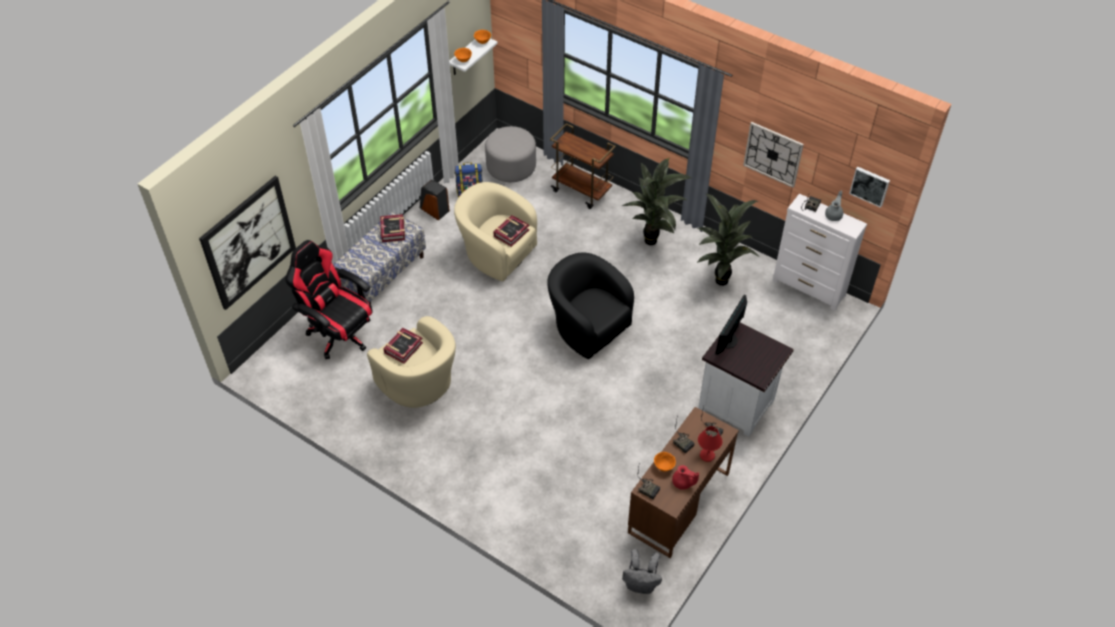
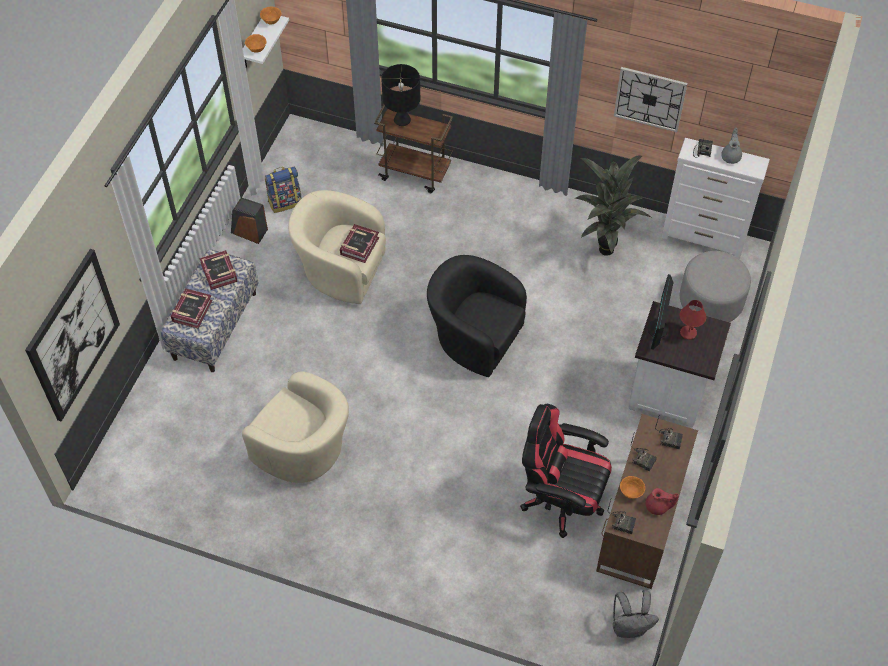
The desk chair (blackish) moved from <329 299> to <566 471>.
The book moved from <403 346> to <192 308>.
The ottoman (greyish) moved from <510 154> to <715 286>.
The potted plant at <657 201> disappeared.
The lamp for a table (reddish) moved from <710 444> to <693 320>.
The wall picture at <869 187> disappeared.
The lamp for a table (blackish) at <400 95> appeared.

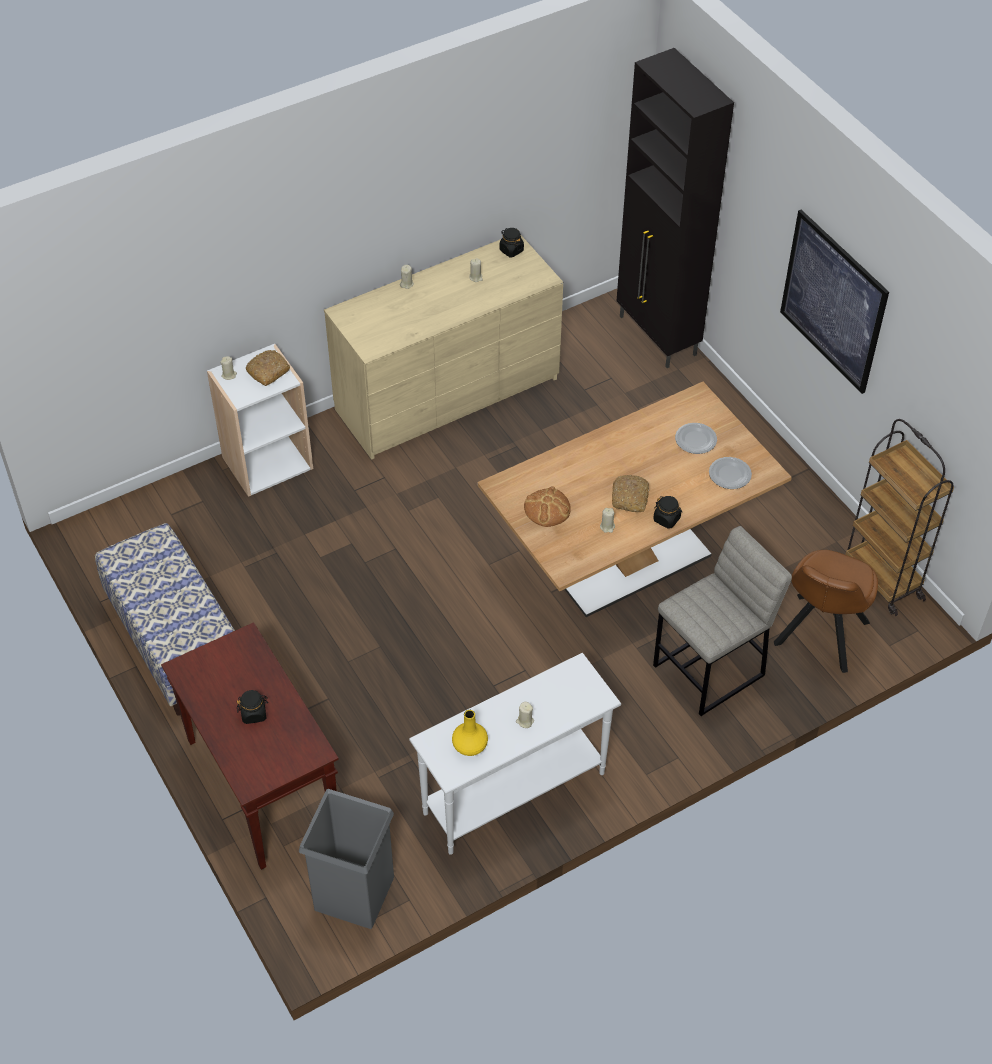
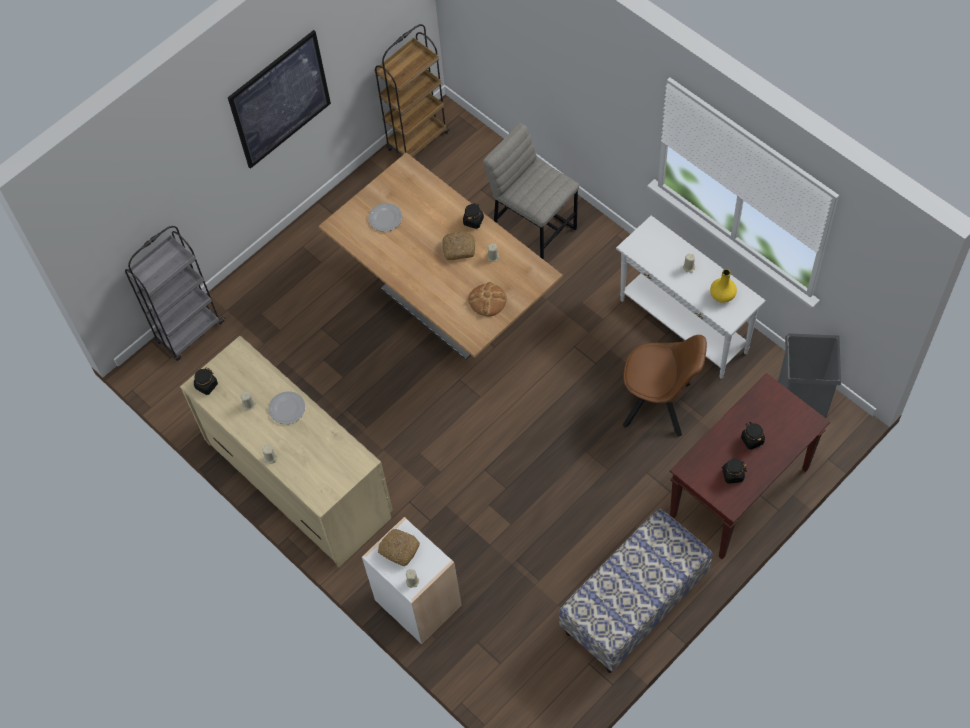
The cupboard (blackish) at <675 208> was replaced by the trolley (greyish) at <175 293>.
The plate moved from <730 473> to <287 407>.
The plain chair (brown-coloured) moved from <826 611> to <665 386>.
The storage jar (blackish) at <734 471> appeared.

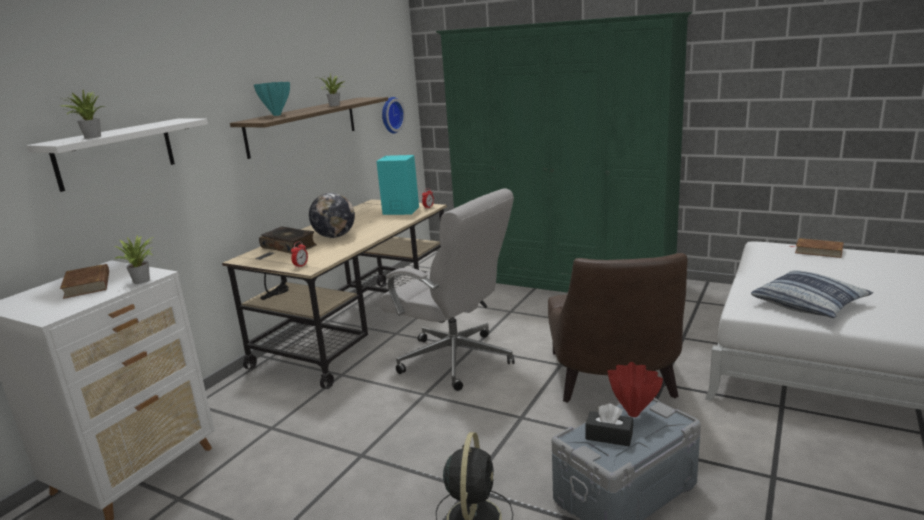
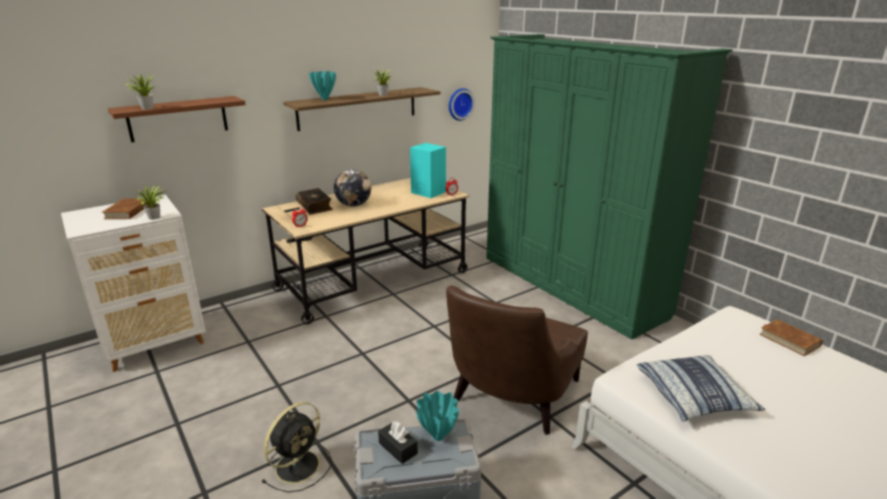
The bracket shelf (whitish) at <117 155> became the bracket shelf (brown-coloured) at <177 119>.
The desk chair (greyish) at <447 289> disappeared.
The vase (reddish) at <635 389> became the vase (turquoise) at <437 416>.

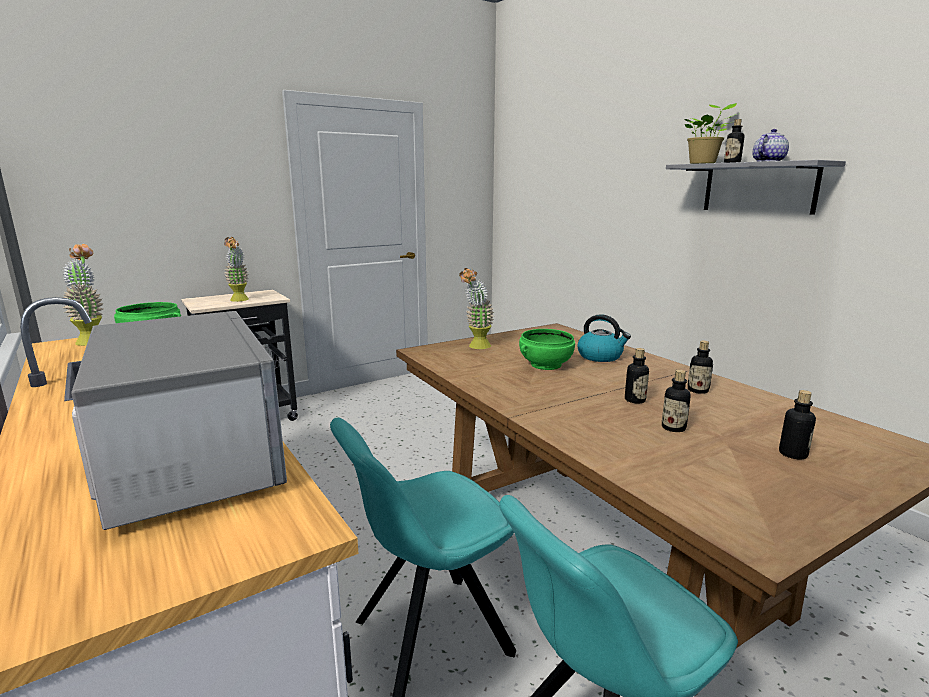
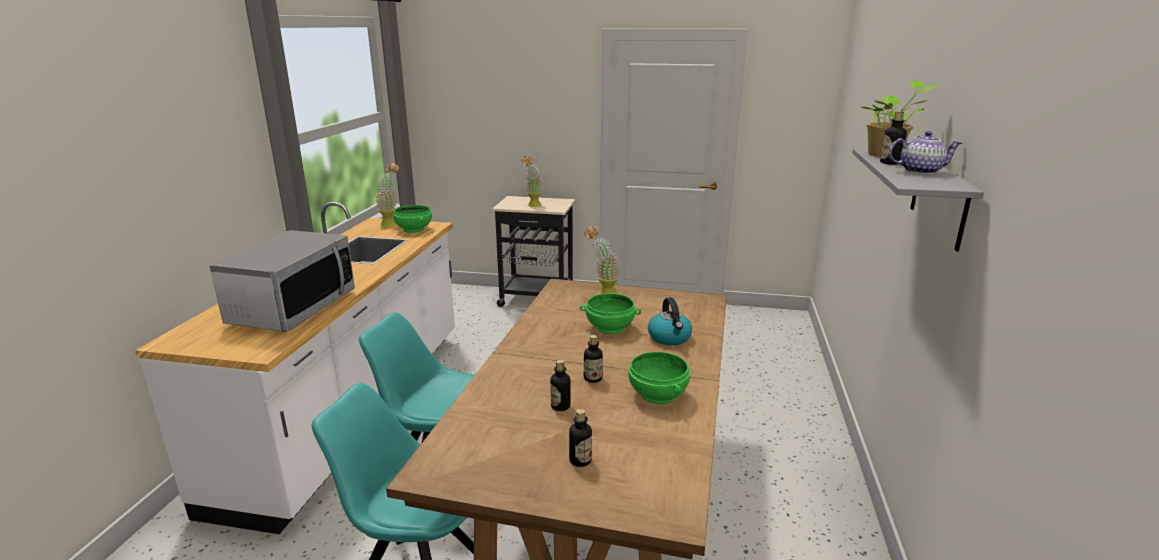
The bottle at <700 367> was replaced by the serving bowl (greenish) at <659 378>.

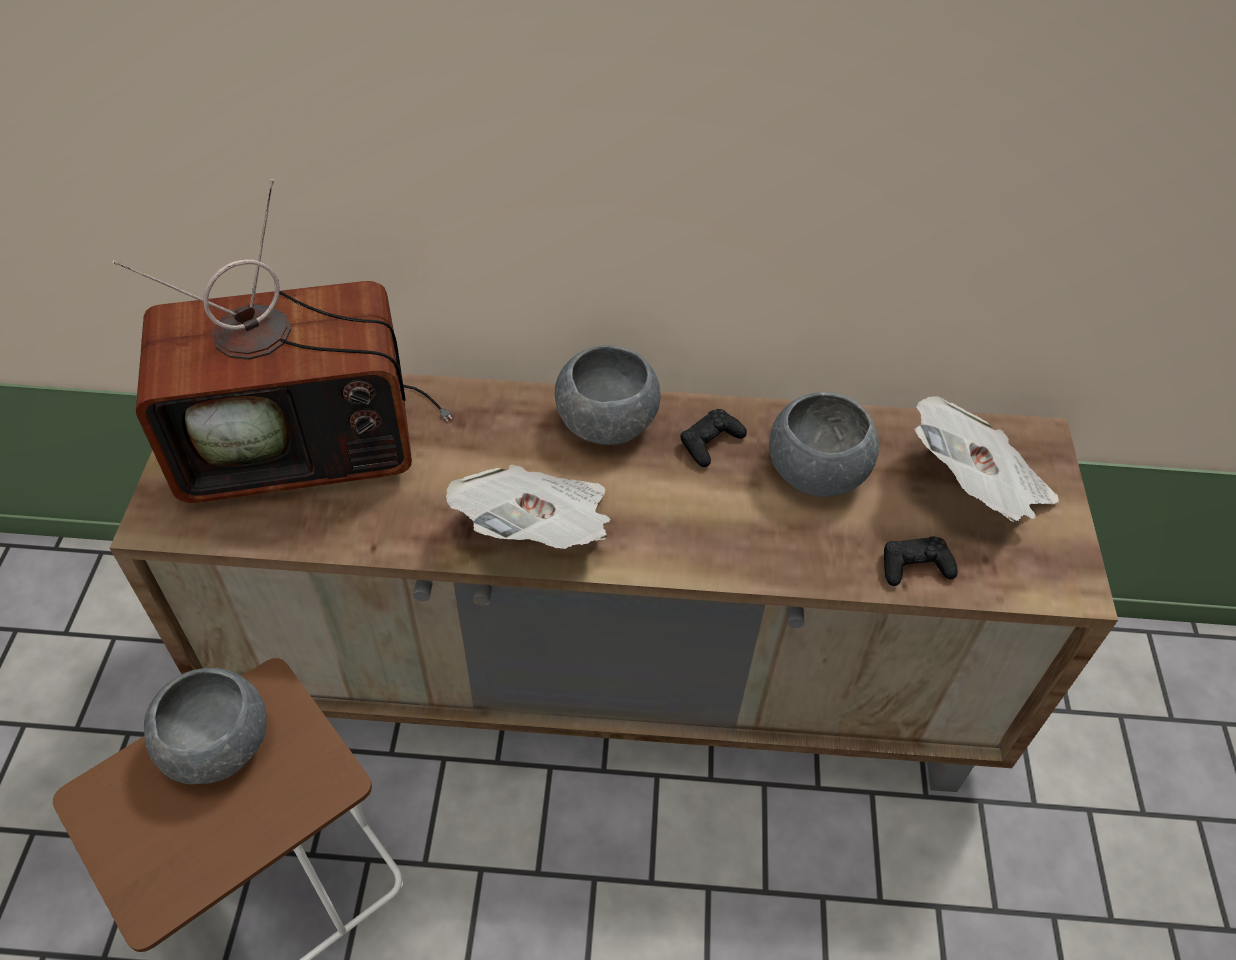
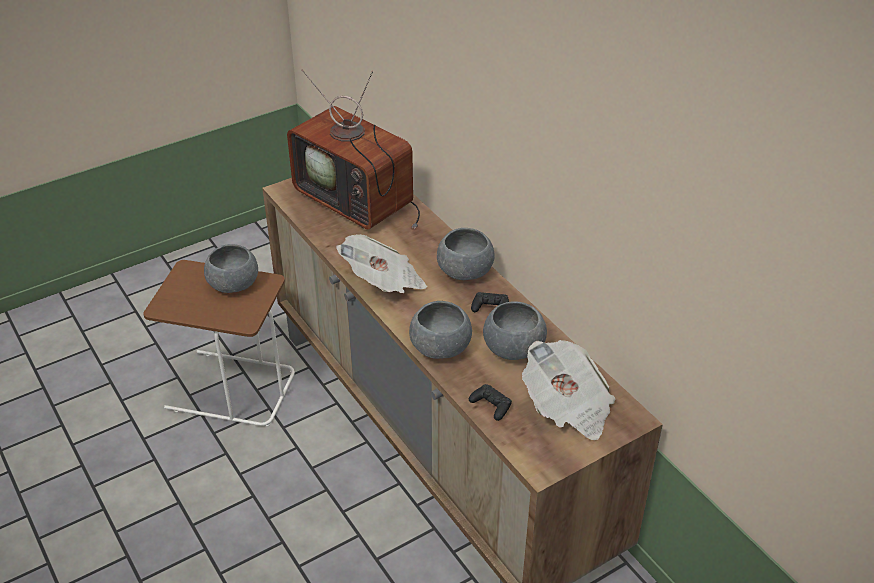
The serving bowl (greyish) at <440 330> appeared.

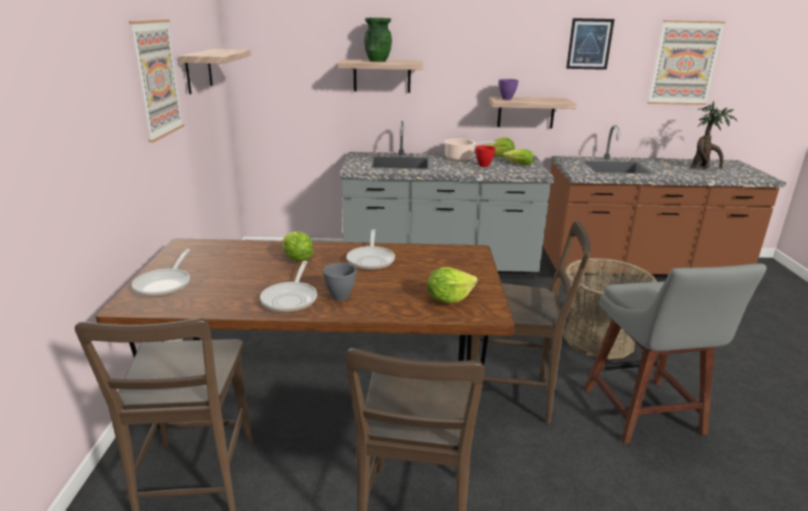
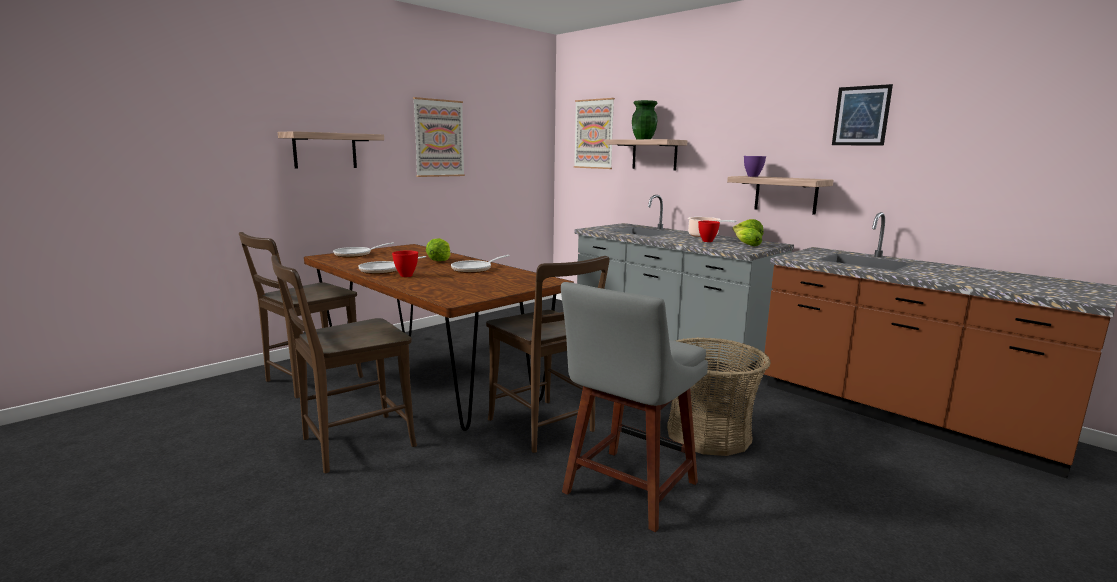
The bracket shelf moved from <215 71> to <331 150>.
The serving bowl (greyish) at <339 282> became the serving bowl (reddish) at <405 263>.
The lettuce at <452 285> disappeared.
The wall picture moved from <686 62> to <594 133>.
The potted plant at <714 134> disappeared.

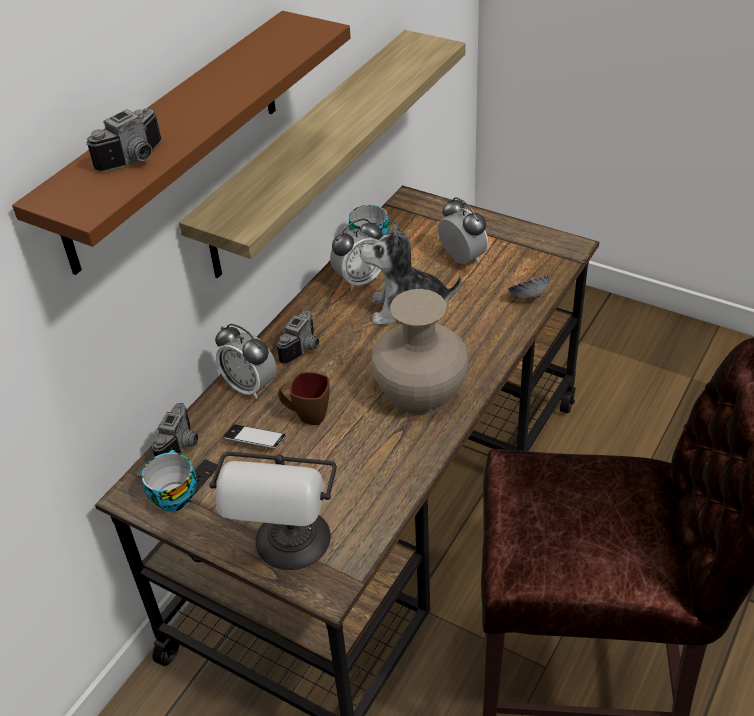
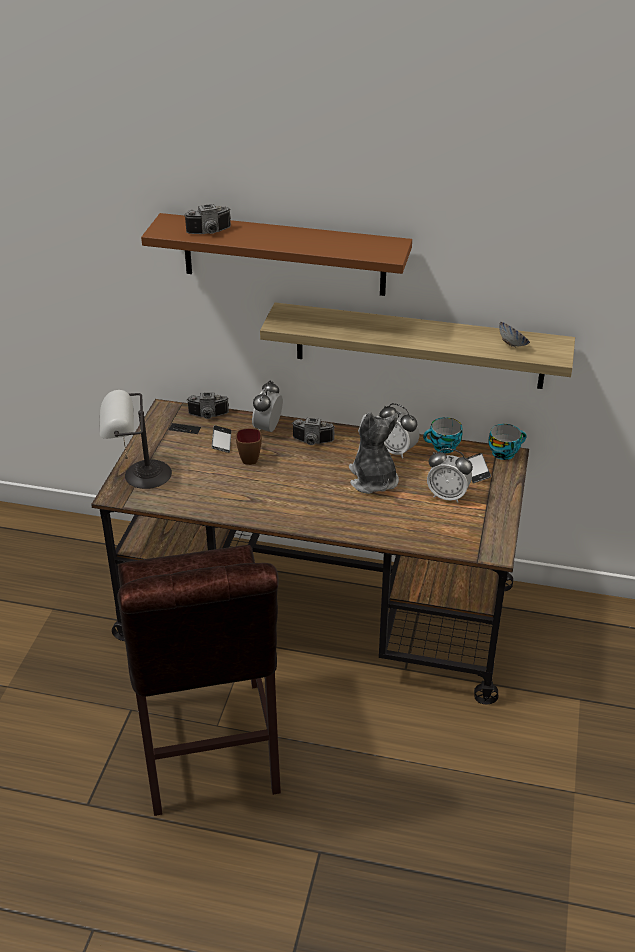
The still camera at <124 140> turned 45 degrees counterclockwise.
The small cup moved from <169 481> to <507 442>.
The vase (beige-coloured) at <420 352> disappeared.
The alarm clock at <463 230> turned 75 degrees clockwise.
The serving bowl moved from <529 287> to <514 335>.
The handset at <479 468> appeared.

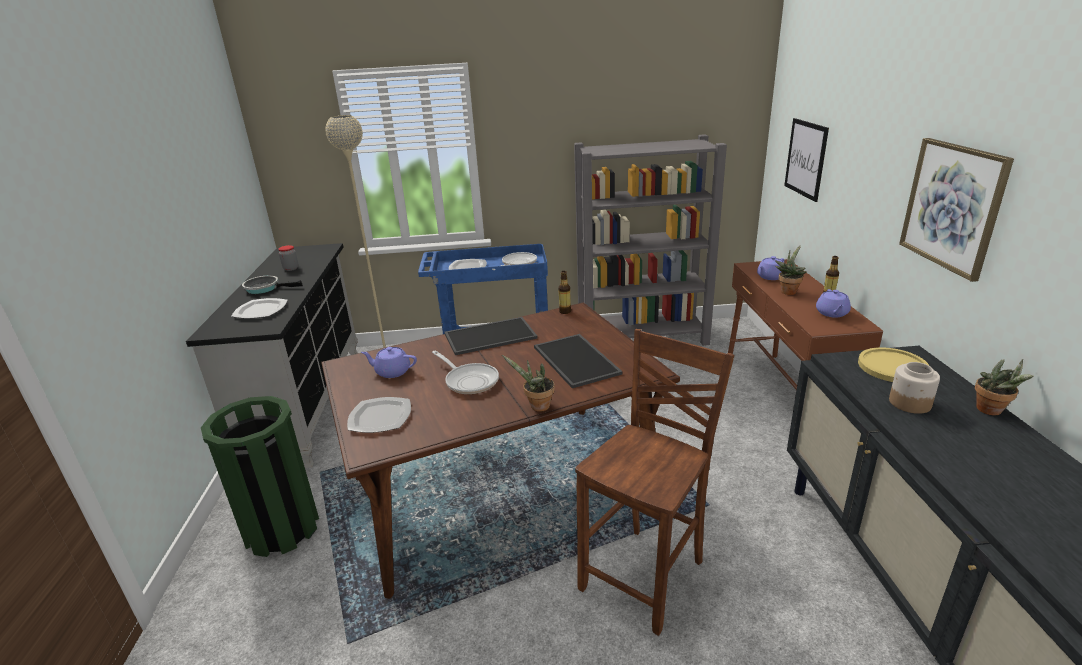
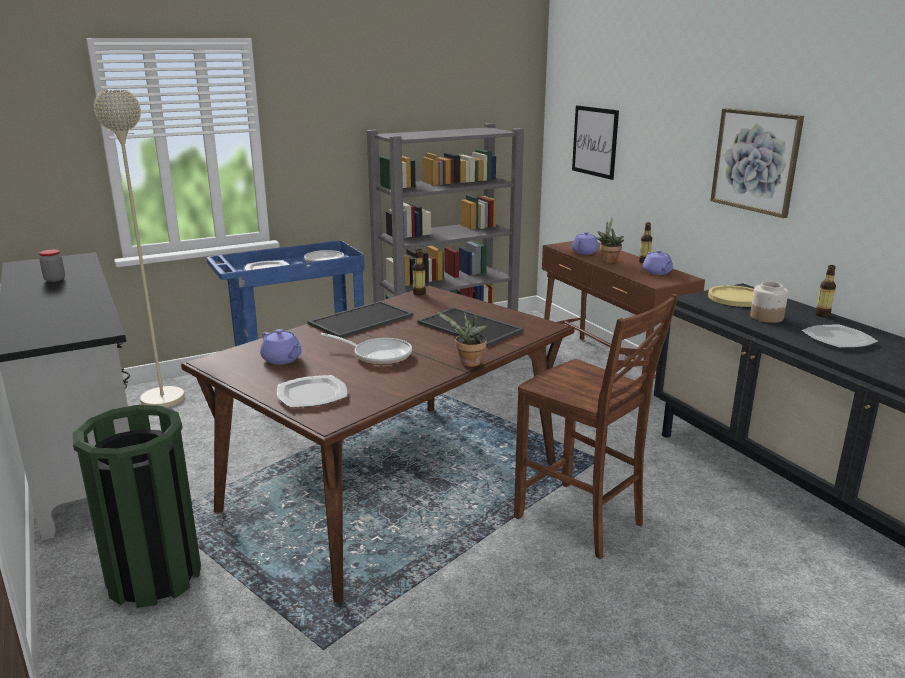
The plate moved from <259 308> to <840 336>.
The pan at <272 285> disappeared.
The pot for tea (purplish) at <389 362> turned 120 degrees counterclockwise.
The plain chair (brown-coloured) at <654 482> turned 120 degrees clockwise.
The potted plant at <1004 387> was replaced by the bottle at <825 291>.

